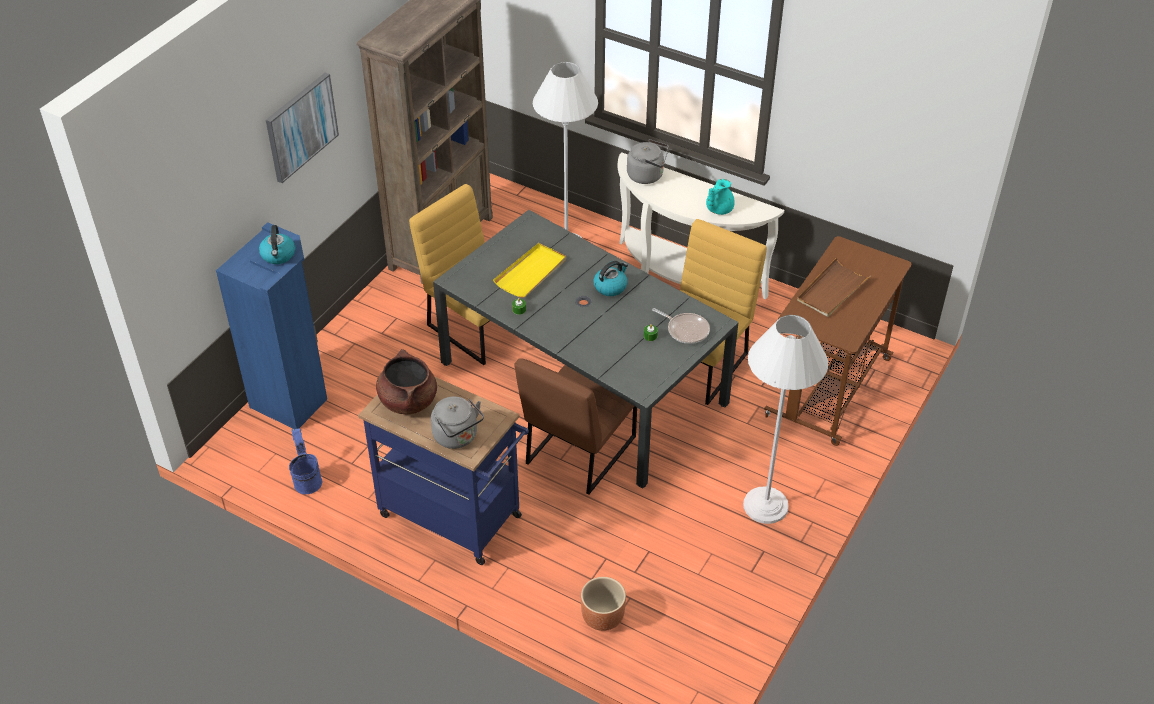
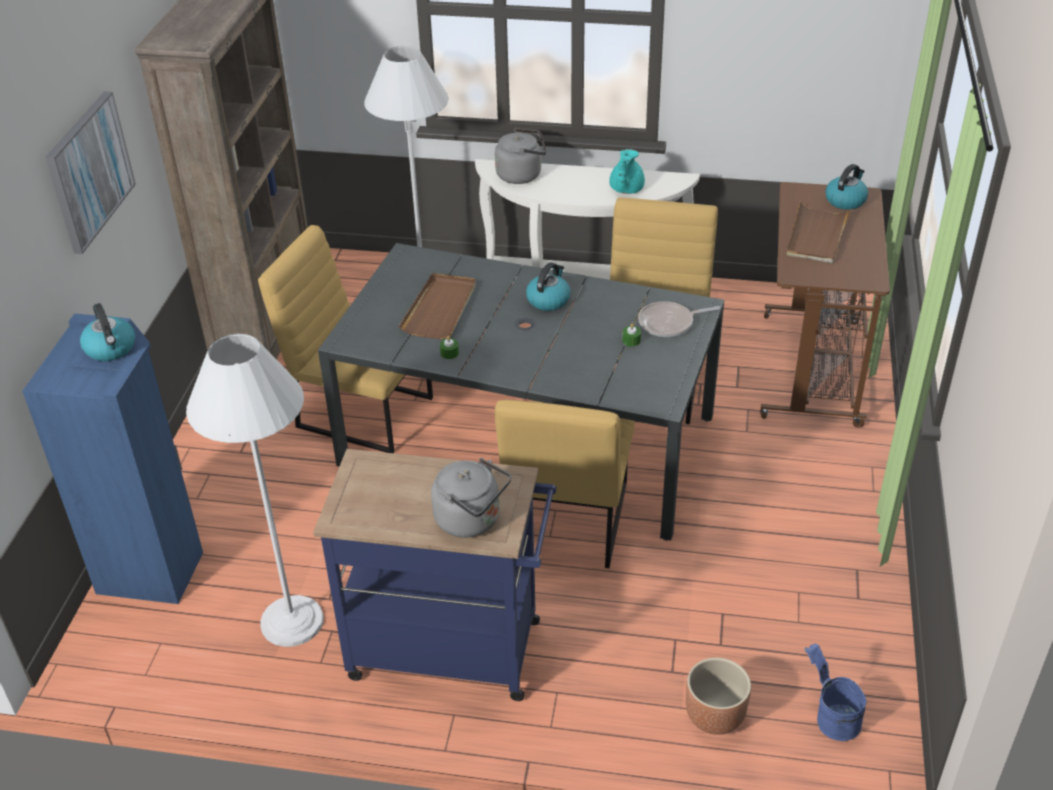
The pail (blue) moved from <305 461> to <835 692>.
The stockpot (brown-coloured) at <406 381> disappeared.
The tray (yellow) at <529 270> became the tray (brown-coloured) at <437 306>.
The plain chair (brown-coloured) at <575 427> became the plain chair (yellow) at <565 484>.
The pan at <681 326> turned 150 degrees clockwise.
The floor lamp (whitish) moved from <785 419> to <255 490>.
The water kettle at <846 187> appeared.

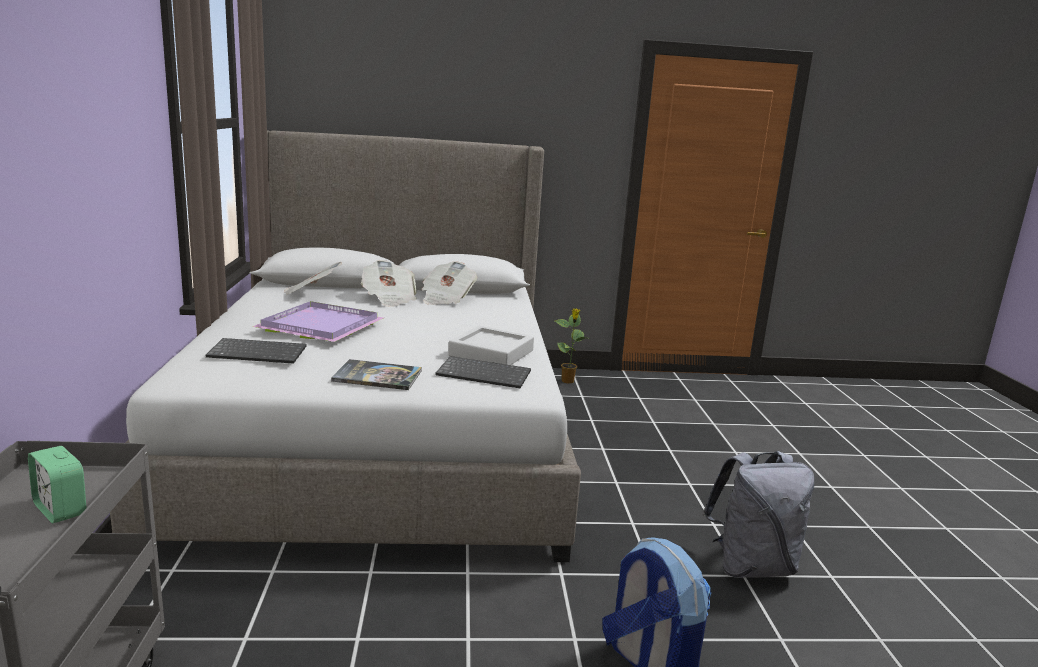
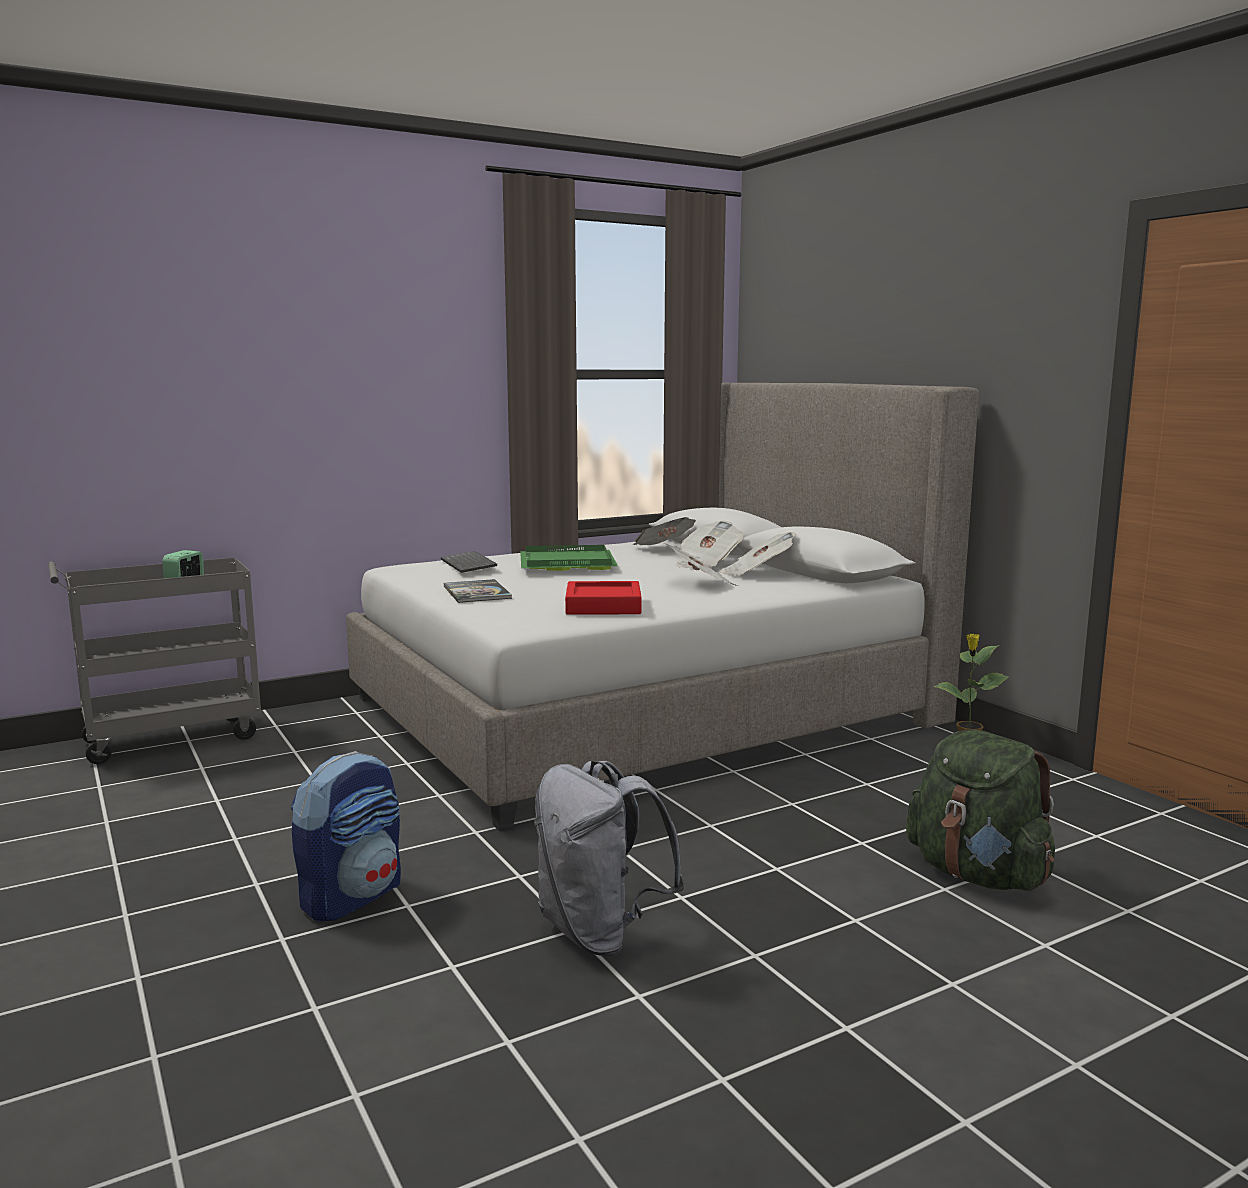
The tray (purplish) at <317 321> became the tray (greenish) at <569 558>.
The PC keyboard at <483 372> disappeared.
The tray (greyish) at <491 345> became the tray (reddish) at <603 598>.
The daily paper at <699 564> appeared.
The backpack (greenish) at <980 810> appeared.

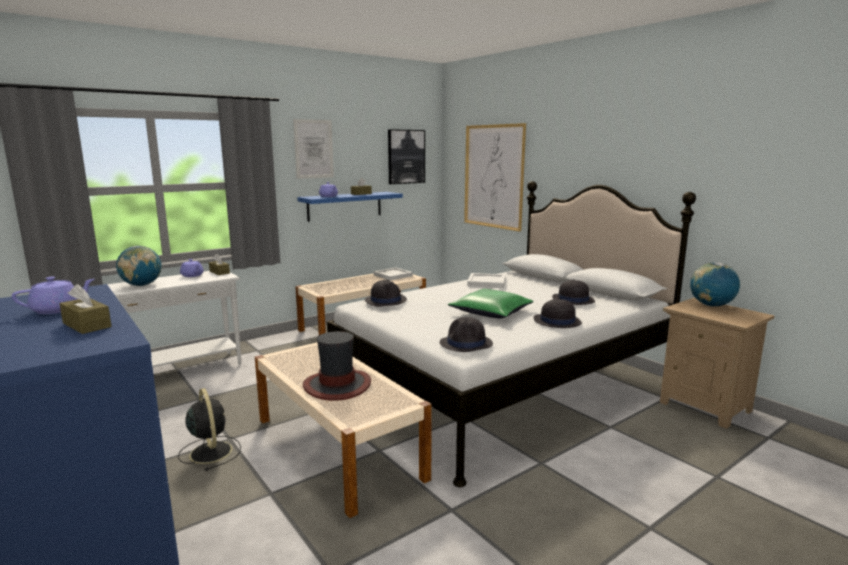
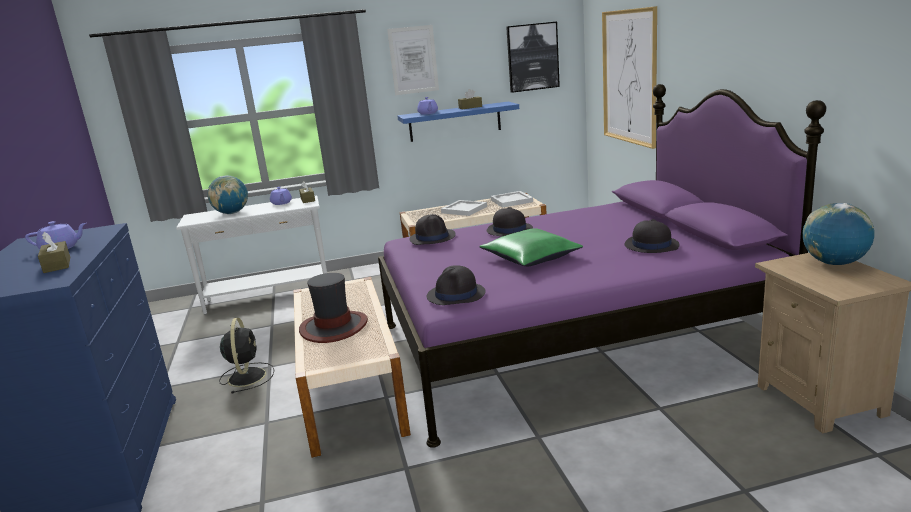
The bedroom bed (whitish) at <511 334> became the bedroom bed (purplish) at <602 266>.
The tray (whitish) moved from <486 280> to <464 208>.
The clothing hat (blackish) moved from <558 313> to <510 221>.

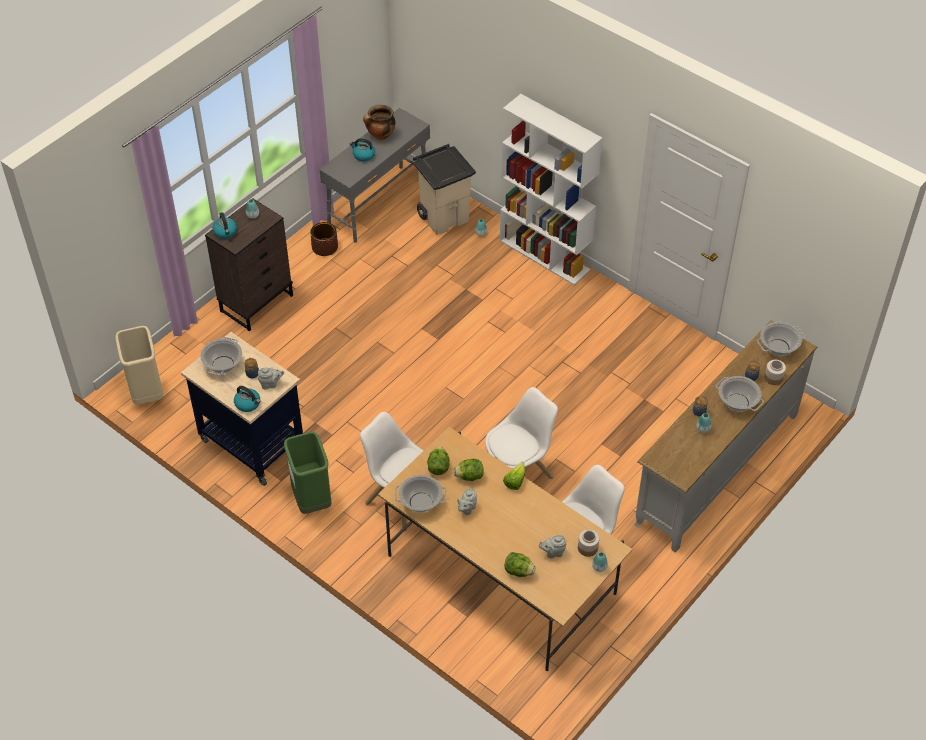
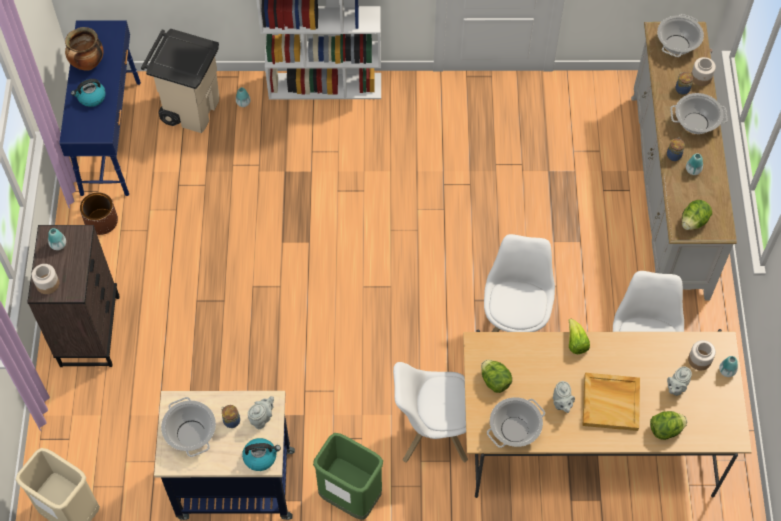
The water kettle at <225 225> was replaced by the storage jar at <45 279>.
The console table (greyish) at <375 175> became the console table (blue) at <100 108>.
The lettuce moved from <468 470> to <697 215>.
The tray (beige-coloured) at <611 402> appeared.

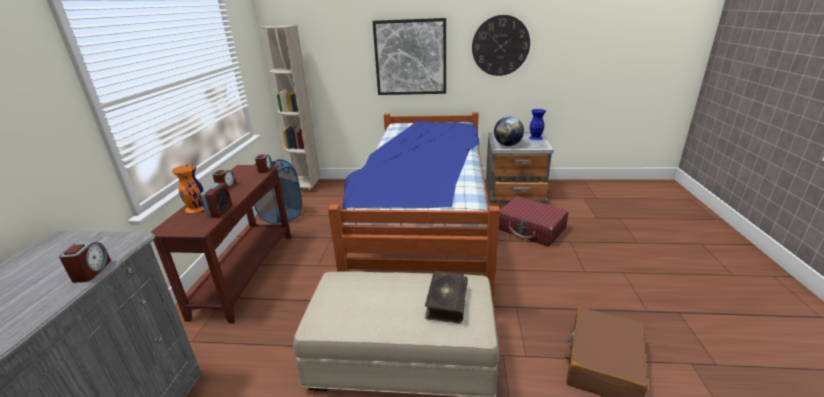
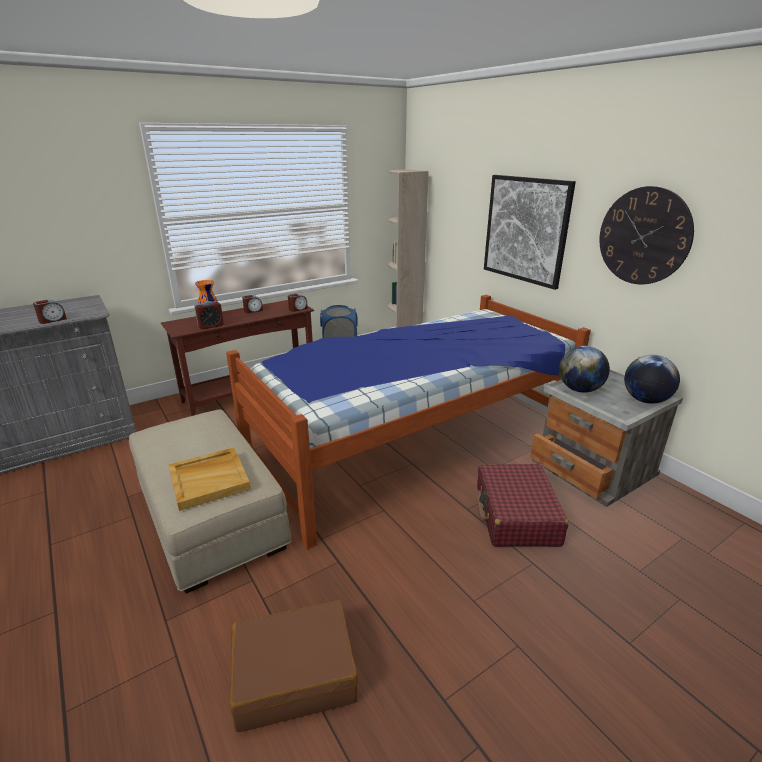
The book at <446 297> was replaced by the tray (beige-coloured) at <209 479>.
The vase (blue) at <537 124> was replaced by the world globe at <652 379>.

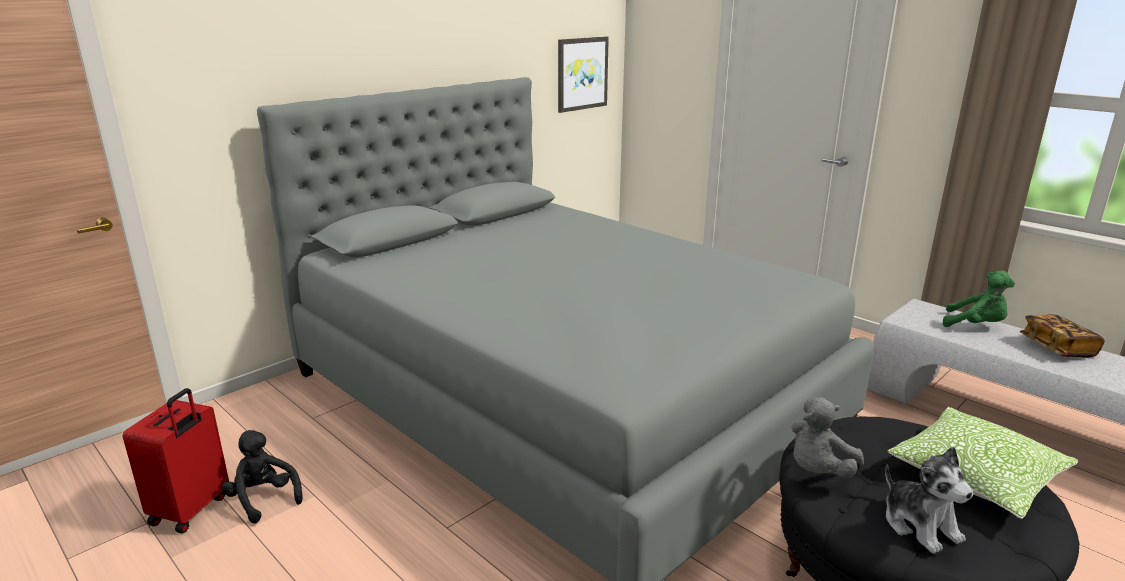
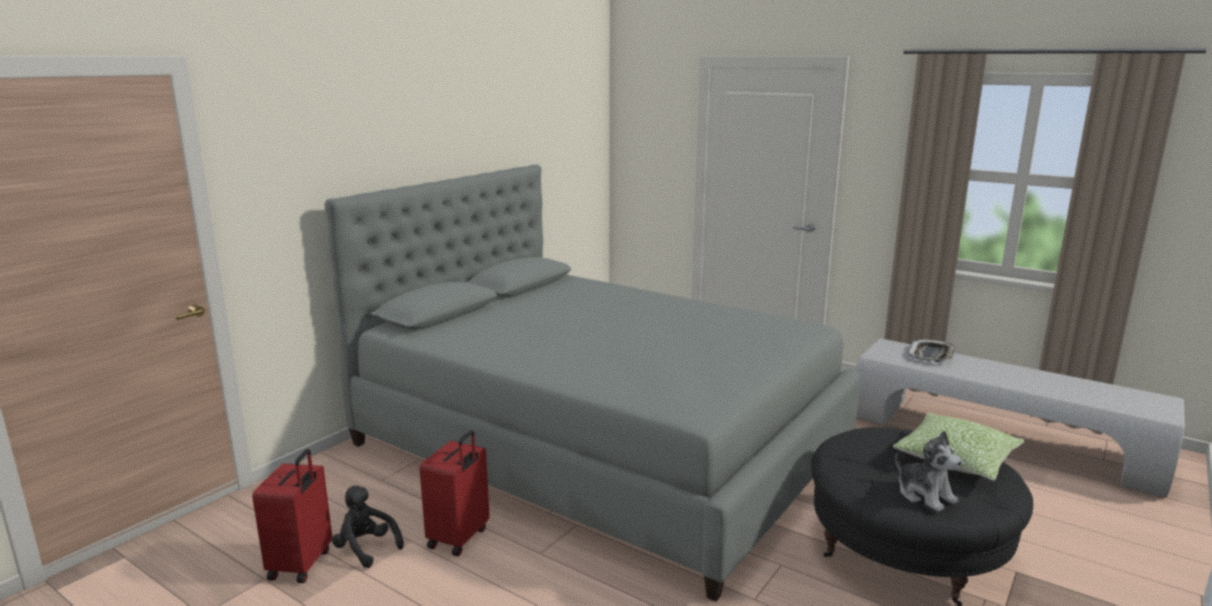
The wall picture at <583 74> disappeared.
The plush toy (greyish) at <827 437> disappeared.
The plush toy (greenish) at <979 298> was replaced by the tray at <931 350>.
The book at <1062 336> disappeared.
The travel case (reddish) at <454 493> appeared.

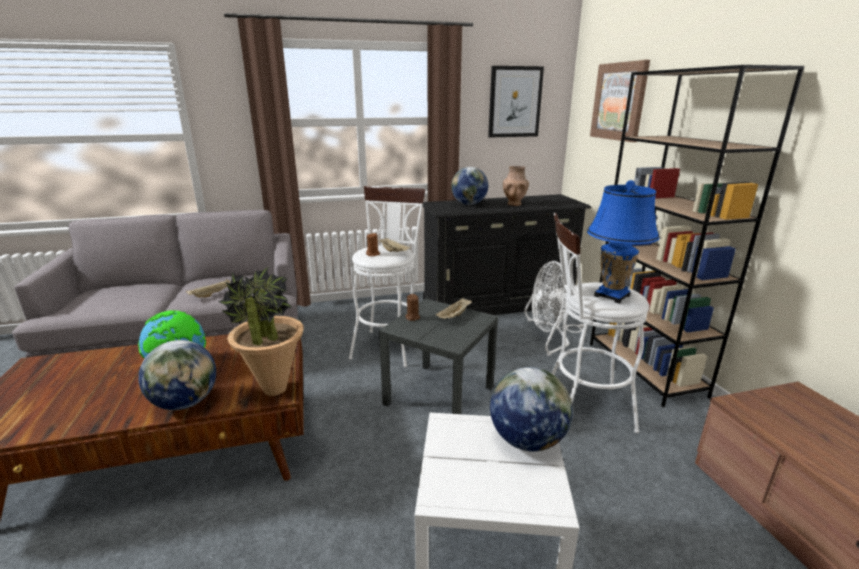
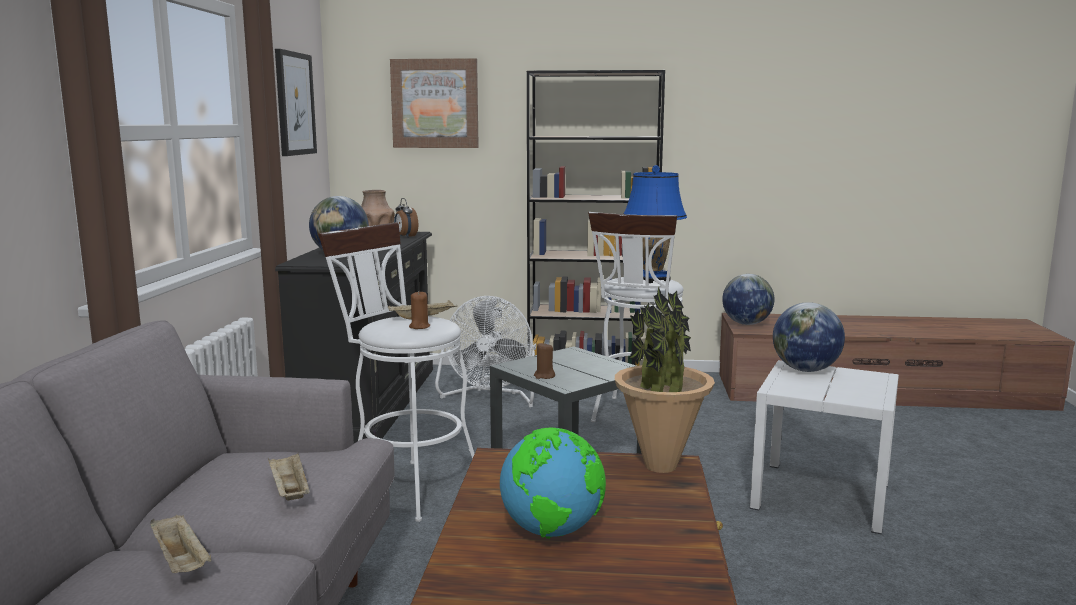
The world globe moved from <177 375> to <748 299>.
The tray (beige-coloured) moved from <454 308> to <180 544>.
The alarm clock at <406 218> appeared.

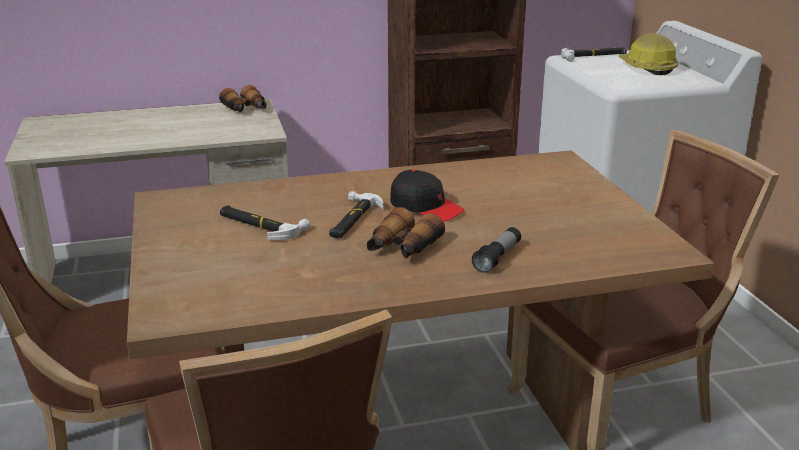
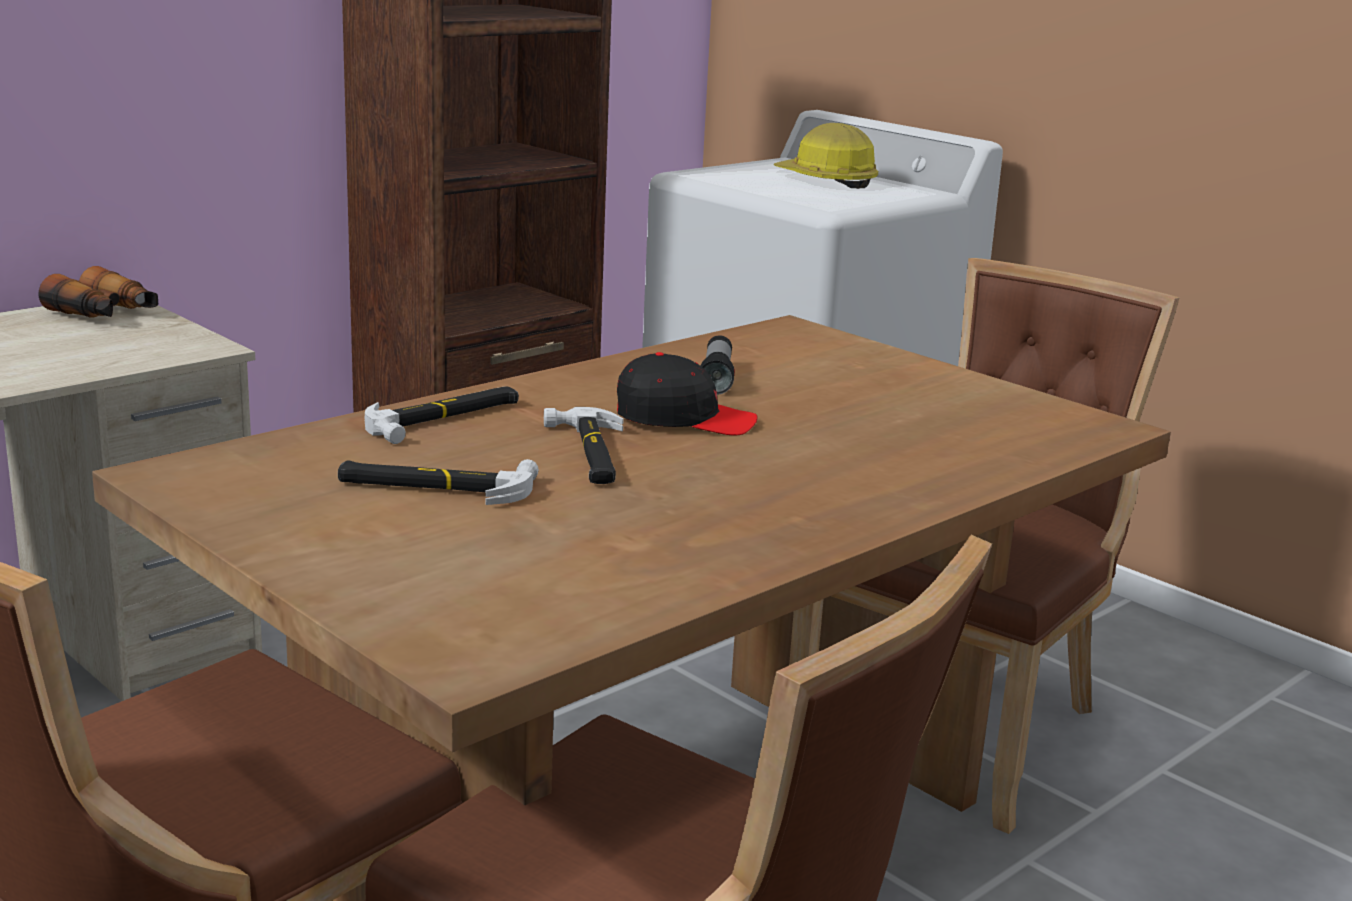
The field glasses at <406 233> disappeared.
The flashlight moved from <496 250> to <718 365>.
The hammer moved from <594 55> to <442 415>.

